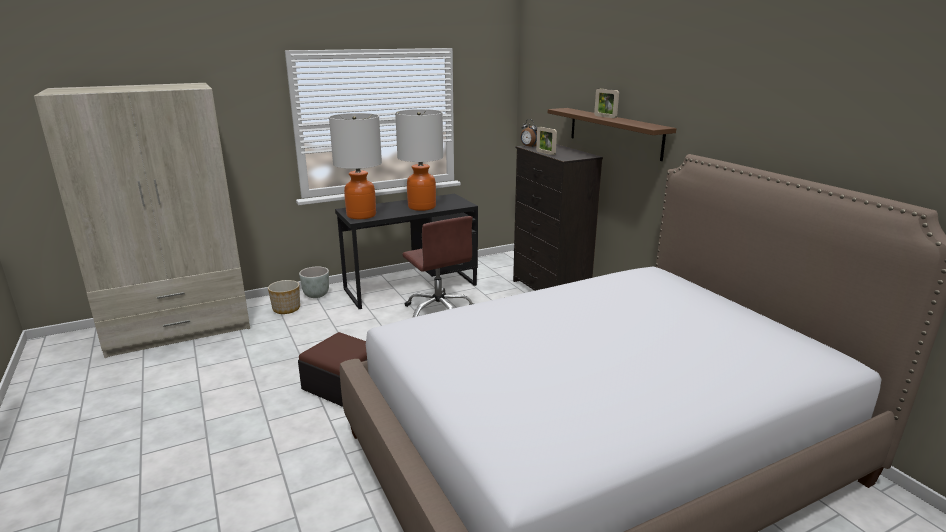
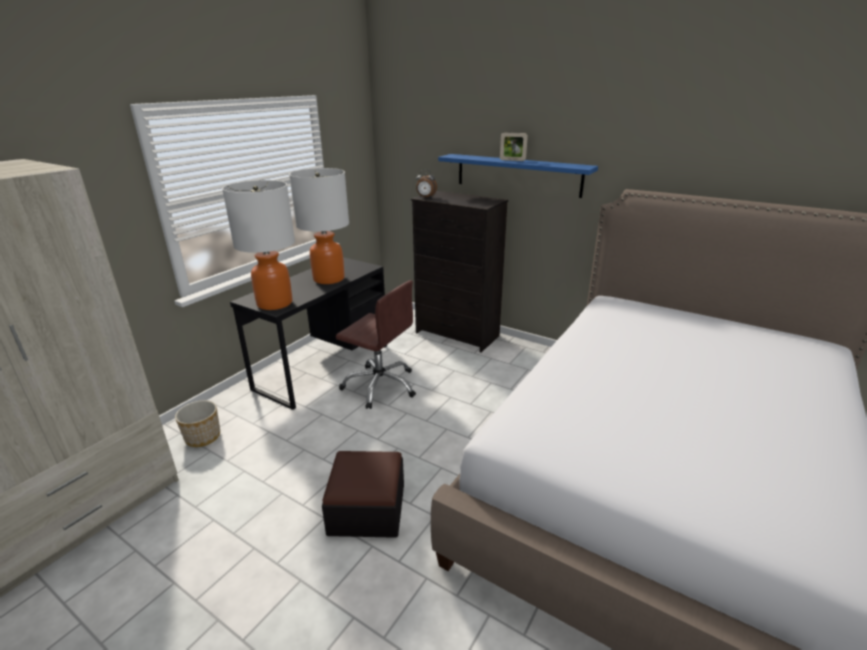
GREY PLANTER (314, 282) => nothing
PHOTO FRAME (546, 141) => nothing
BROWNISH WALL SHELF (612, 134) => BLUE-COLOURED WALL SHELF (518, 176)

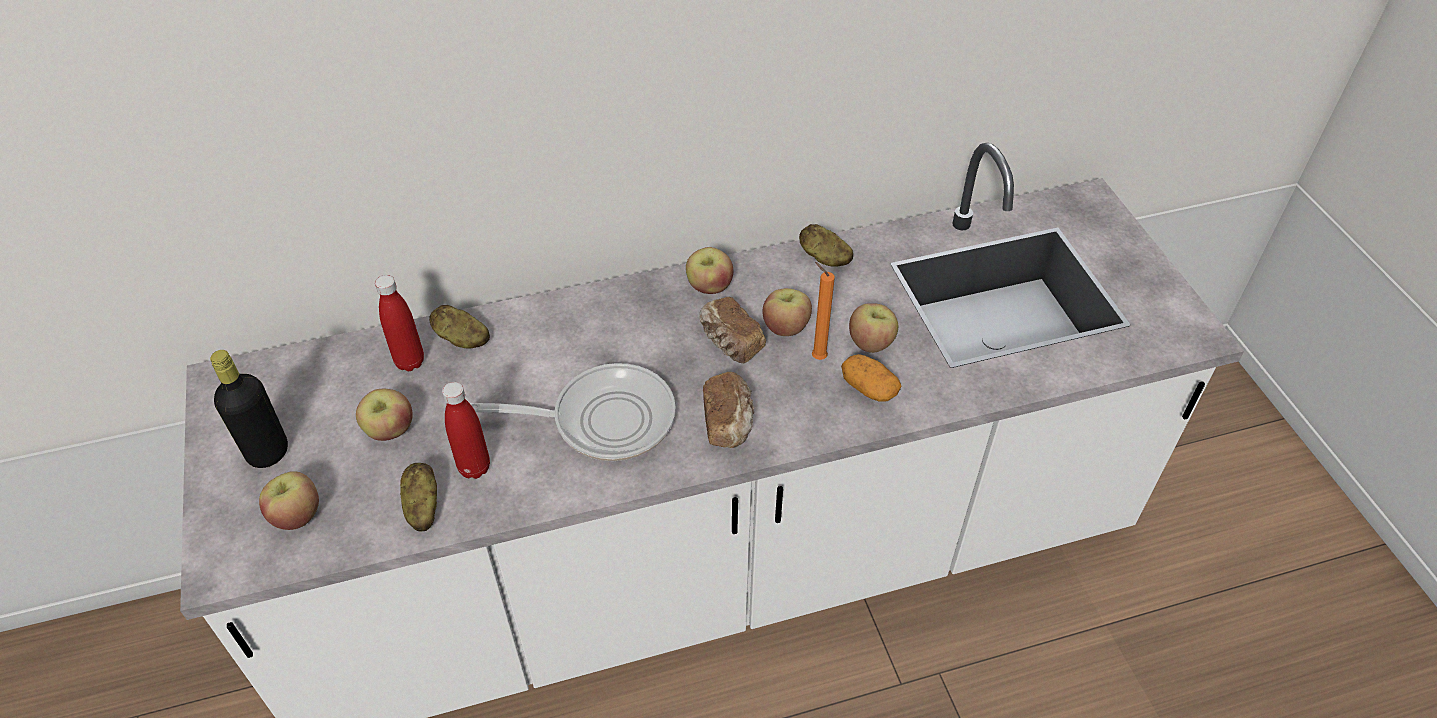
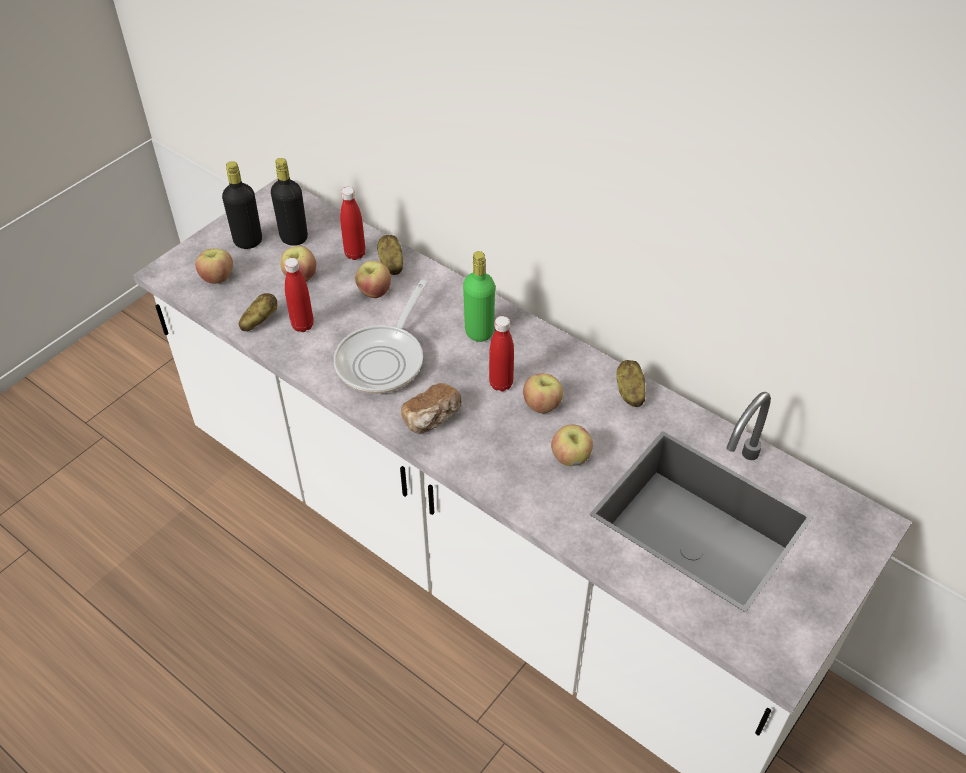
SKILLET (573, 412) => SKILLET (381, 336), 60 degrees clockwise
APPLE (709, 270) => APPLE (373, 279), relocated
BREAD (732, 330) => RED-COLOURED BOTTLE (501, 353)
ORANGE-COLOURED CANDLE (823, 311) => nothing
WHOLE POTATO (871, 378) => nothing
nothing => BLACK-COLOURED BOTTLE (289, 202)
nothing => GREENISH BOTTLE (479, 296)

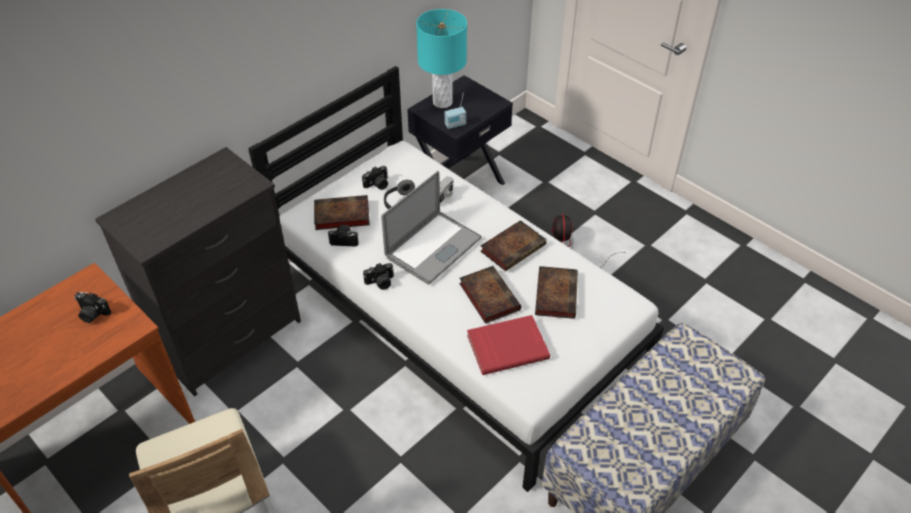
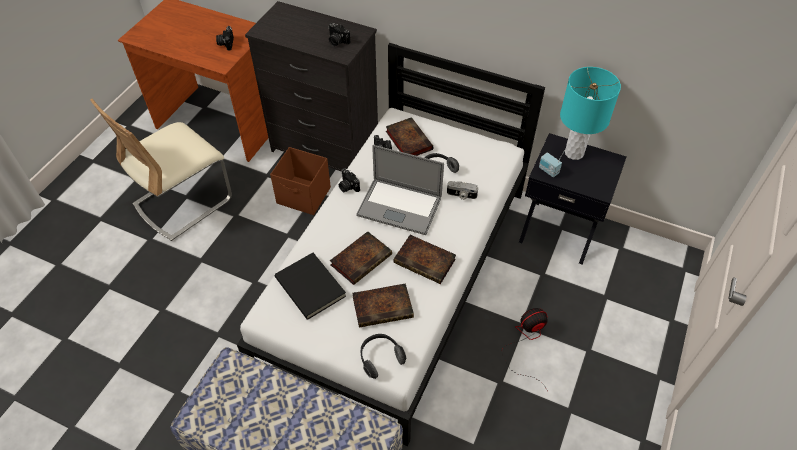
STILL CAMERA (375, 178) => STILL CAMERA (339, 34), relocated
RED-COLOURED VOLUME (508, 345) => BLACK-COLOURED VOLUME (310, 286)
nothing => BROWNISH STORAGE CONTAINER (300, 181)
nothing => PAIR OF HEADPHONES (383, 356)

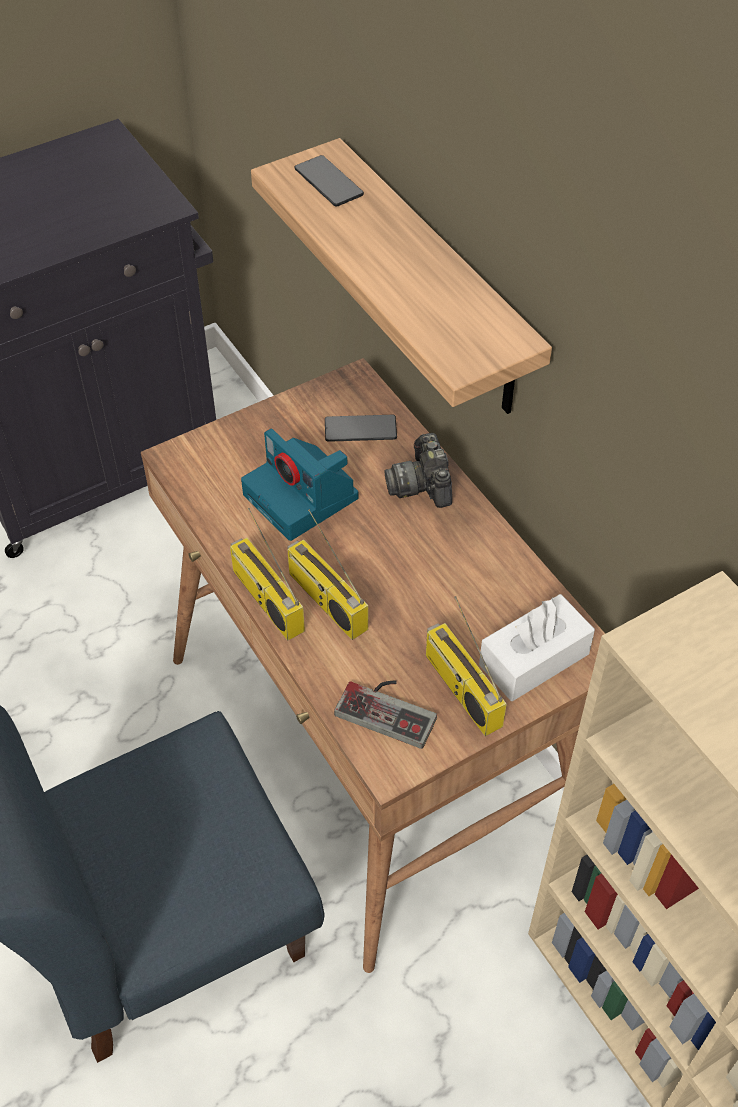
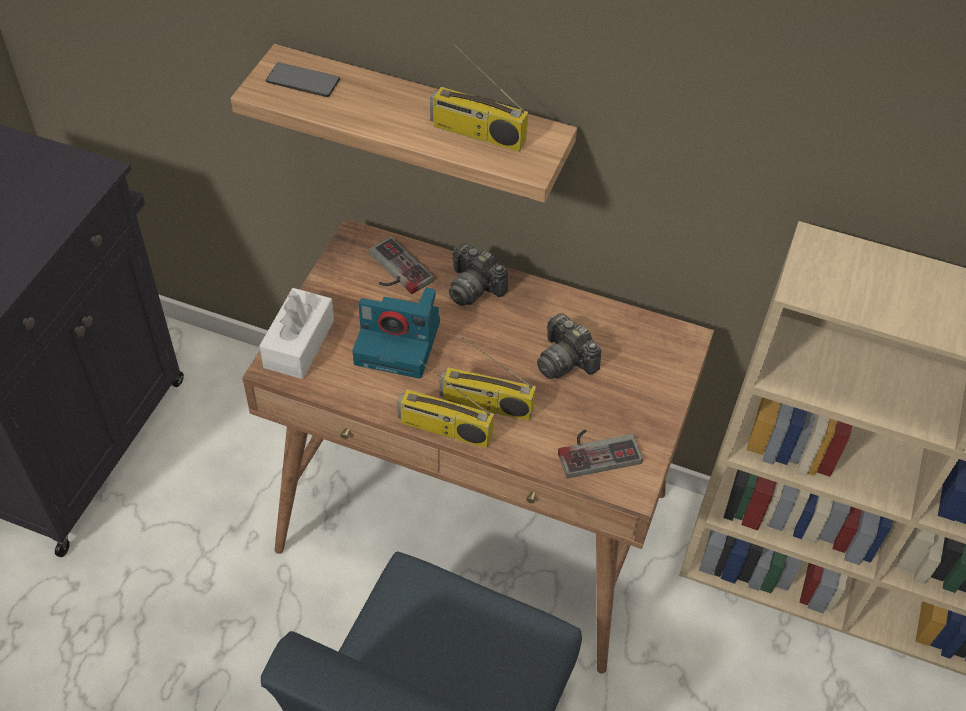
PHONE (361, 428) => GAMEPAD (401, 265)
RADIO SET (466, 666) => RADIO SET (479, 98), relocated
WHITE-COLOURED BOX OF TISSUES (537, 647) => WHITE-COLOURED BOX OF TISSUES (296, 333), relocated
nothing => STILL CAMERA (569, 346)

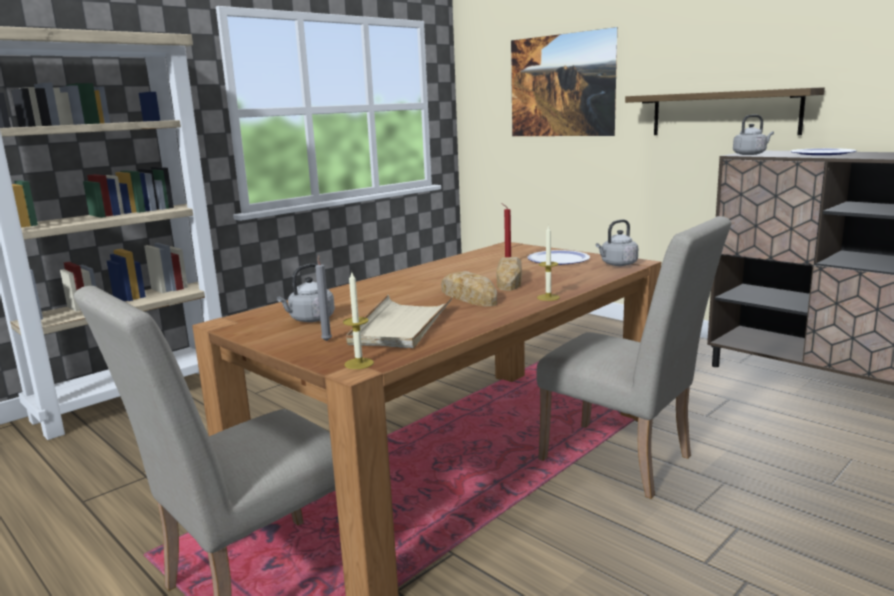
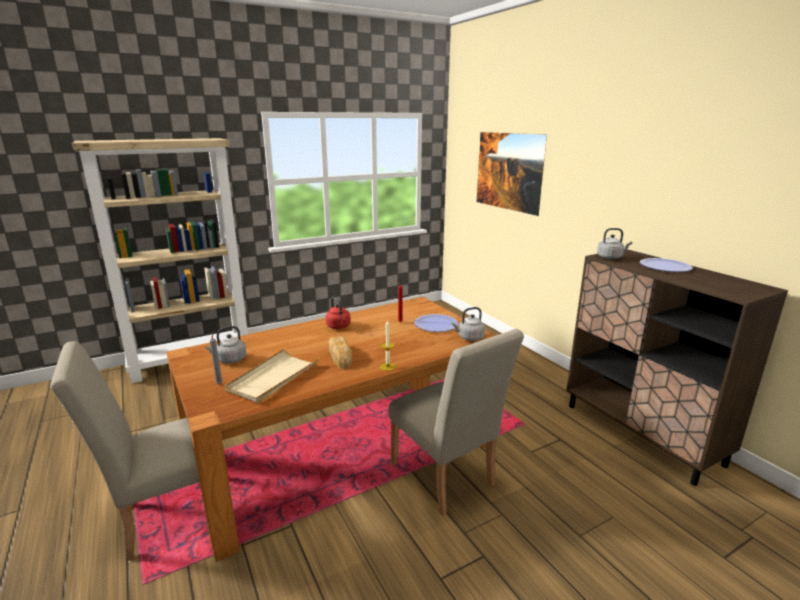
CANDLE (358, 320) => nothing
BREAD (509, 274) => nothing
WALL SHELF (725, 111) => nothing
nothing => RED-COLOURED TEA KETTLE (338, 313)

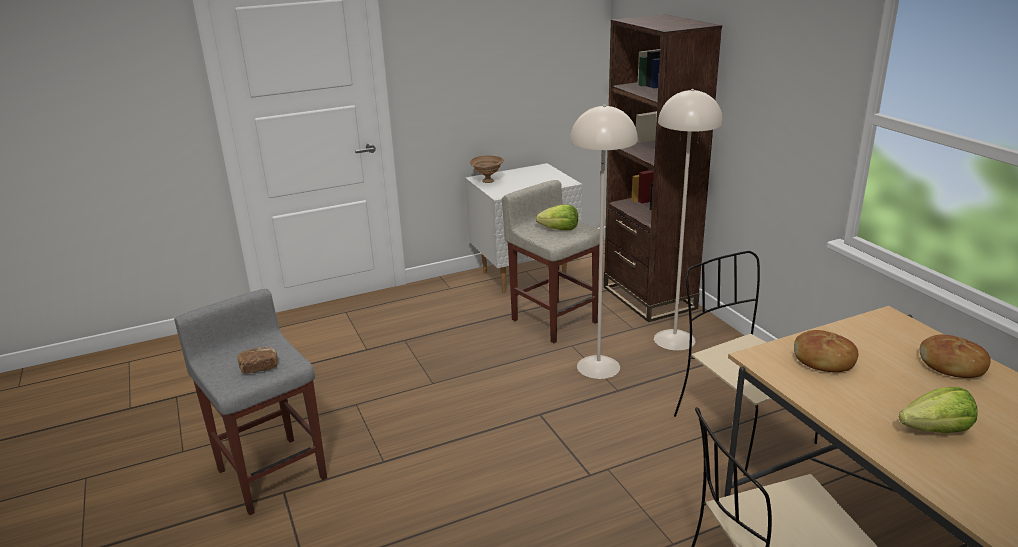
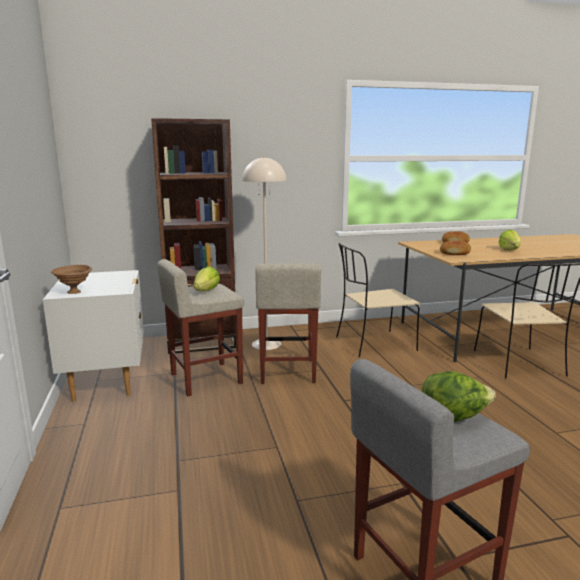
BREAD (258, 360) => LETTUCE (459, 396)
BEIGE-COLOURED FLOOR LAMP (604, 242) => BEIGE-COLOURED STOOL SEAT (288, 323)

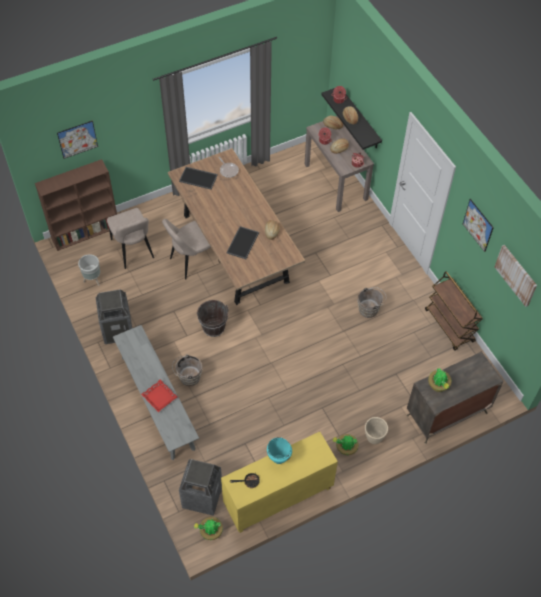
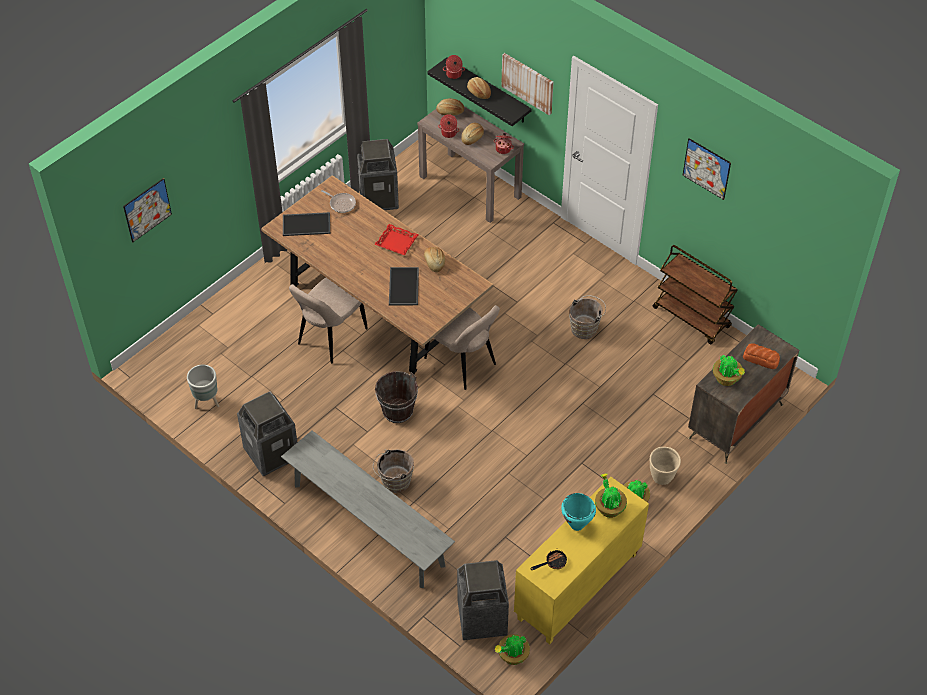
BROWNISH BOOKSHELF (76, 205) => nothing
BEIGE-COLOURED PLAIN CHAIR (130, 238) => BEIGE-COLOURED PLAIN CHAIR (462, 347), relocated
RED-COLOURED CARRYING TRAY (159, 395) => RED-COLOURED CARRYING TRAY (396, 240), relocated
WALL ART (515, 276) => WALL ART (527, 84), relocated
nothing => RUBBISH BIN (378, 174)
nothing => POTTED PLANT (611, 496)
nothing => BREAD (761, 356)

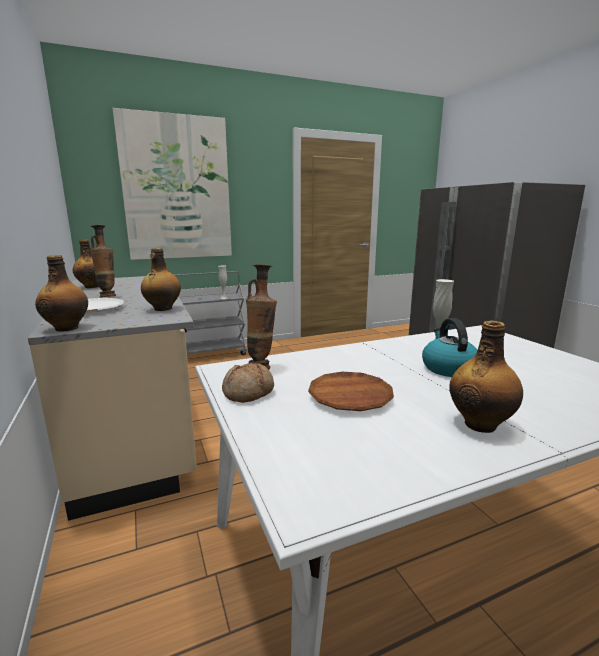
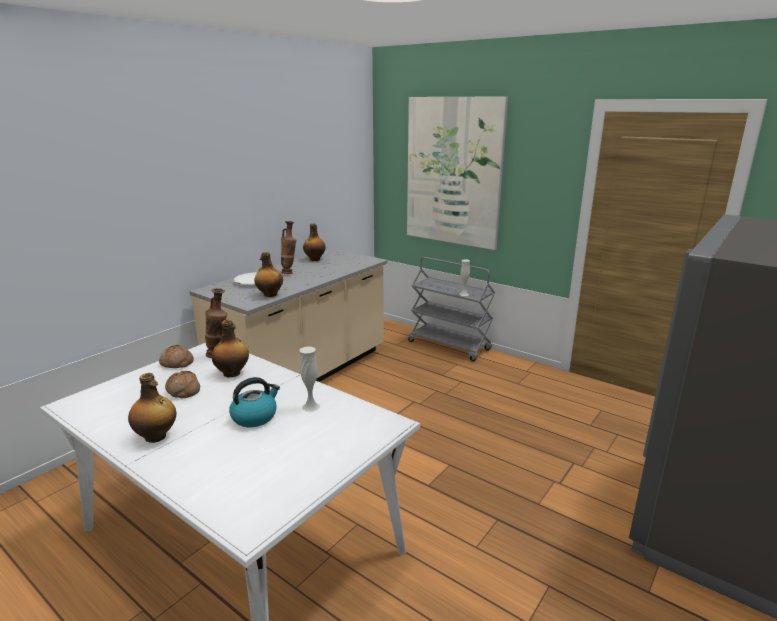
BOTTLE (61, 293) => BOTTLE (230, 349), relocated
BROWNISH FLAT DISH (351, 391) => BREAD (182, 384)

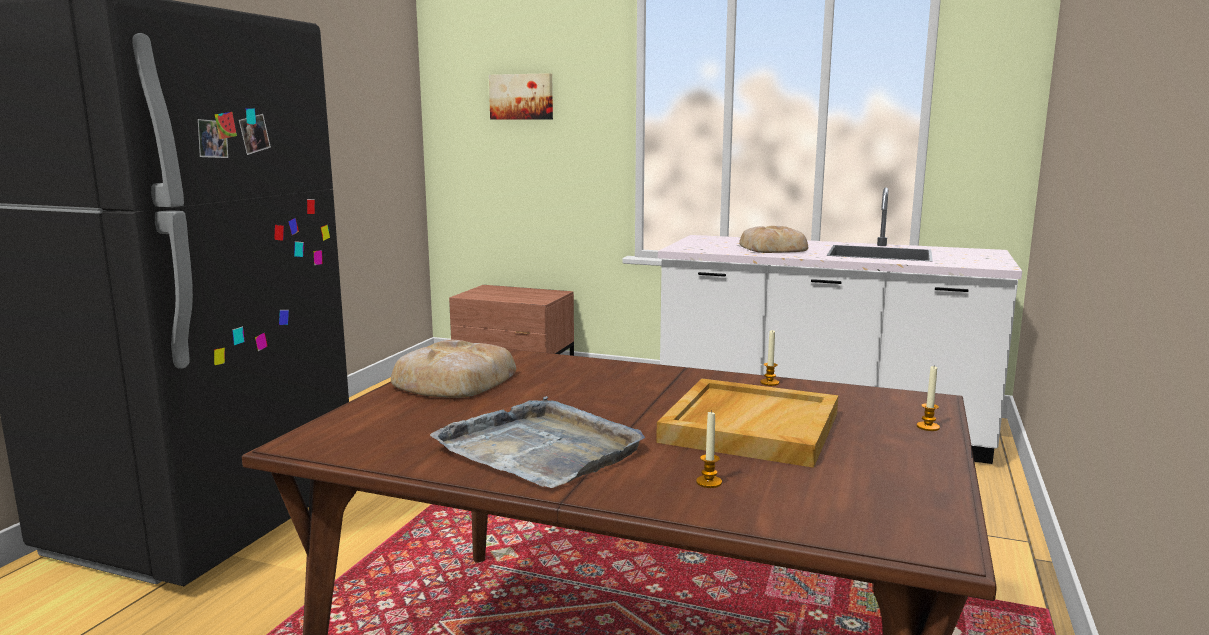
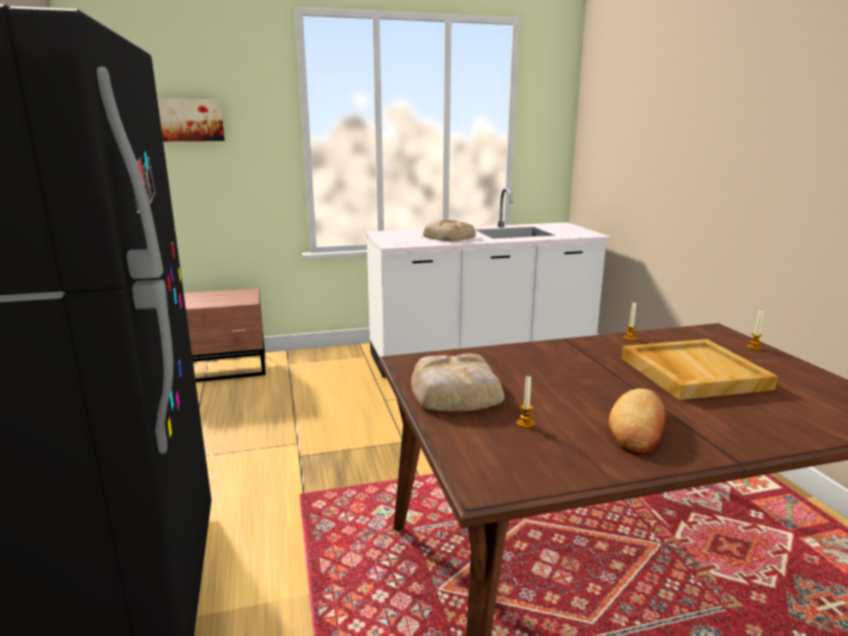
GREY CARRYING TRAY (537, 442) => BREAD (637, 422)
CANDLE (709, 449) => CANDLE (526, 401), relocated

